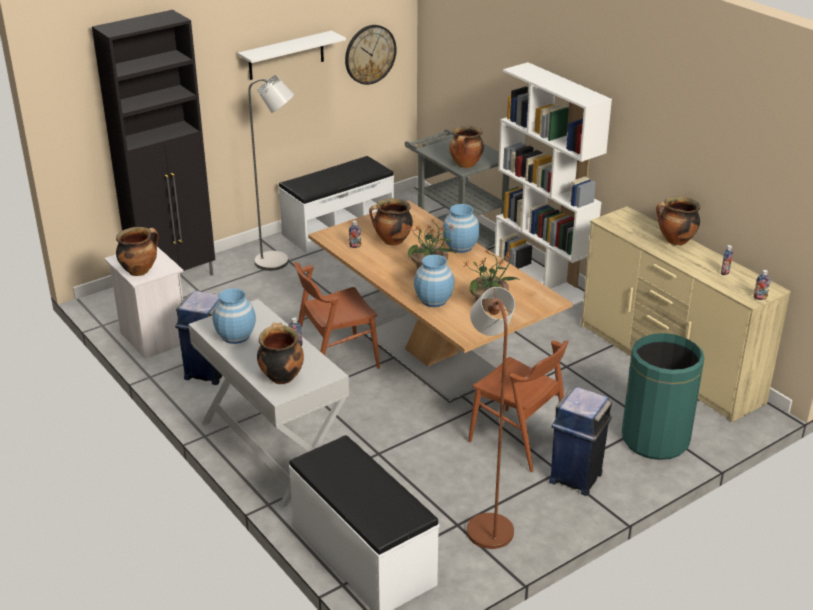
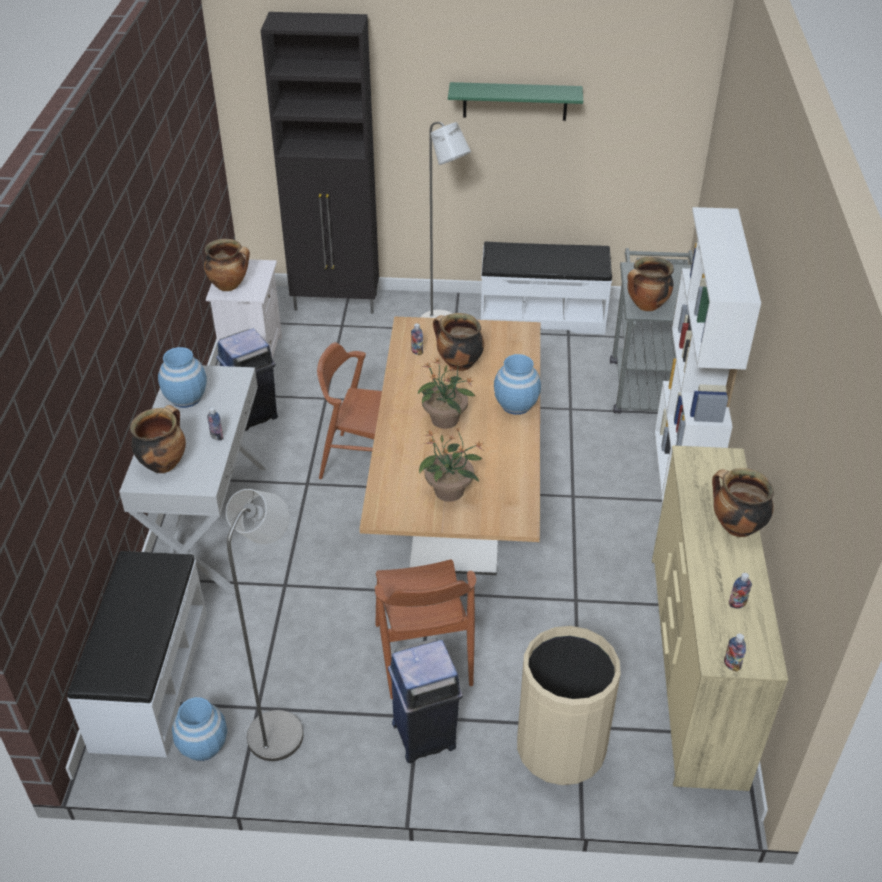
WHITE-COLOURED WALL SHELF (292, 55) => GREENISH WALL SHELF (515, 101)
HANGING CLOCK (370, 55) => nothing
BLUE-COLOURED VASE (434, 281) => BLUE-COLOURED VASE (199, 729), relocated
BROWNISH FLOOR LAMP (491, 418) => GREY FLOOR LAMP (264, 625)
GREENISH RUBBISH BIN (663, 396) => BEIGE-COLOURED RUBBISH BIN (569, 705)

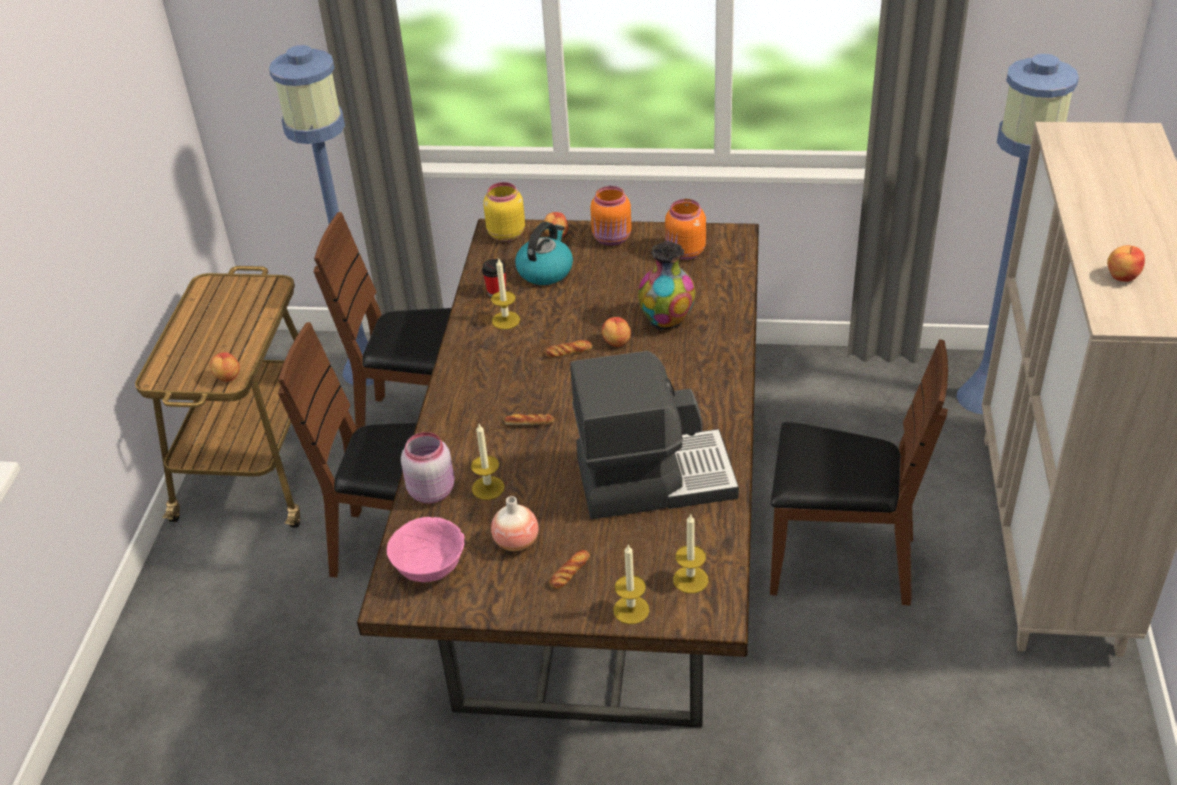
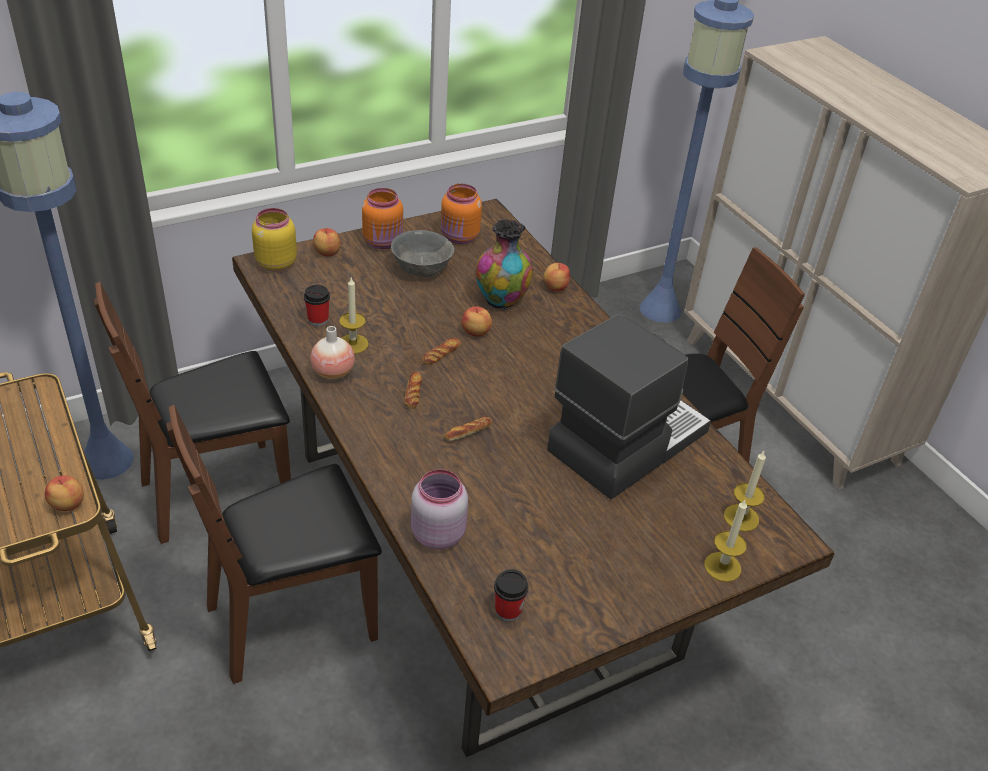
PINK DEEP DISH (426, 549) => SMALL CUP (511, 595)
CANDLE (488, 462) => nothing
VASE (515, 523) => VASE (332, 352), relocated
TEA KETTLE (544, 253) => nothing
BREAD (569, 570) => BREAD (413, 390), relocated
APPLE (1126, 263) => APPLE (556, 277), relocated
nothing => GREY DEEP DISH (423, 253)

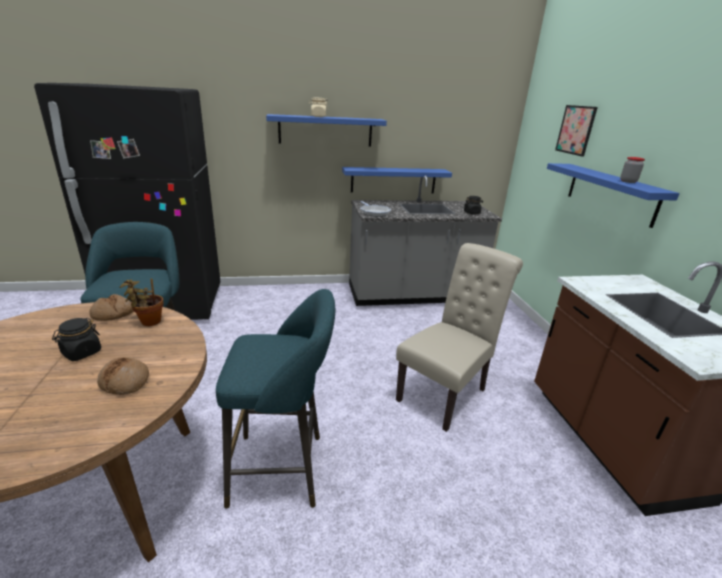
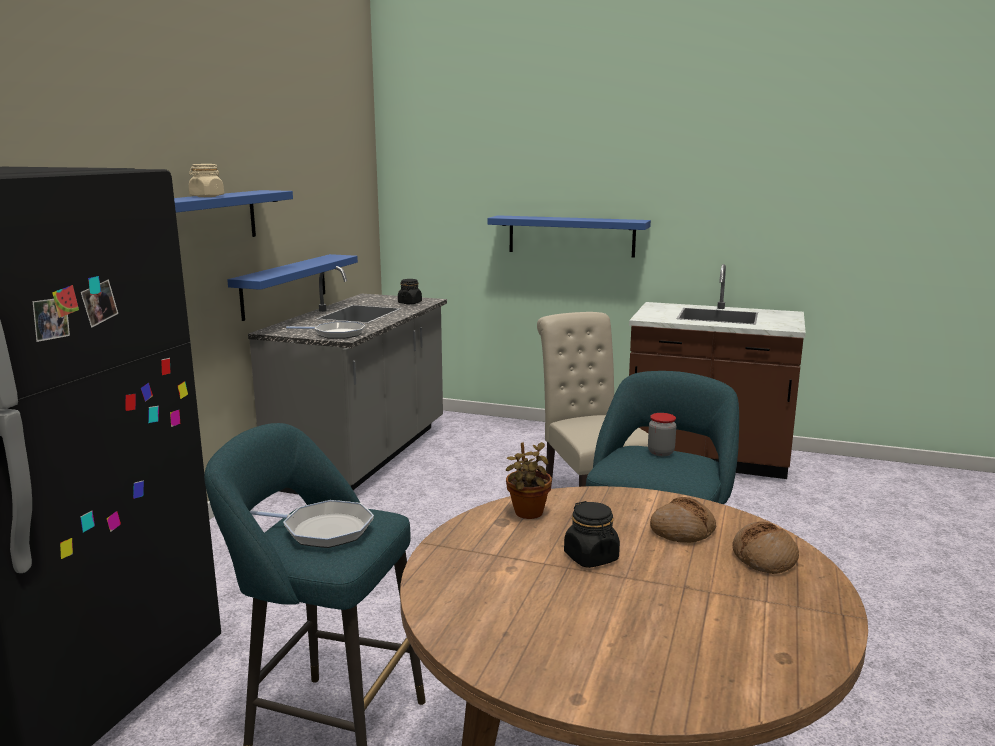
BREAD (111, 307) => BREAD (765, 547), relocated
WALL ART (576, 131) => nothing
STORAGE JAR (632, 170) => STORAGE JAR (662, 434), relocated
nothing => SKILLET (312, 524)

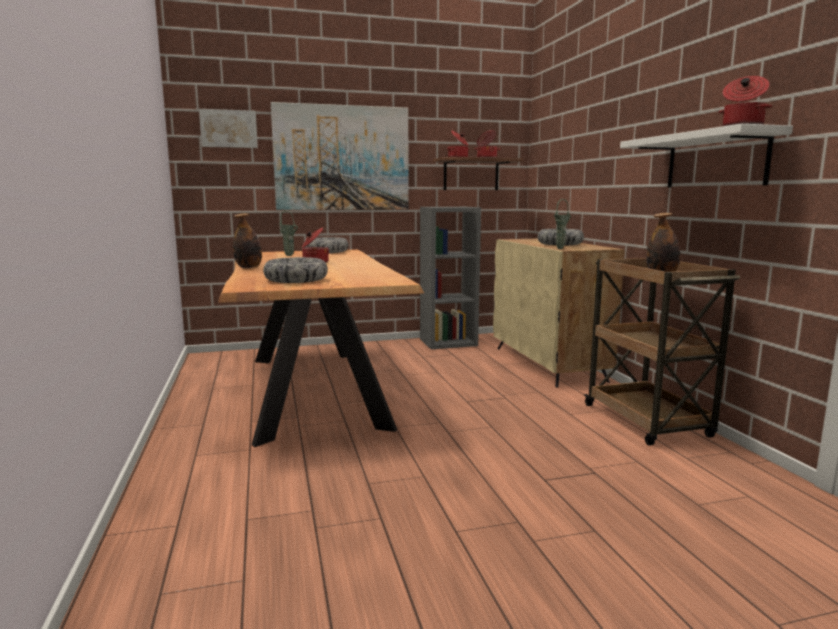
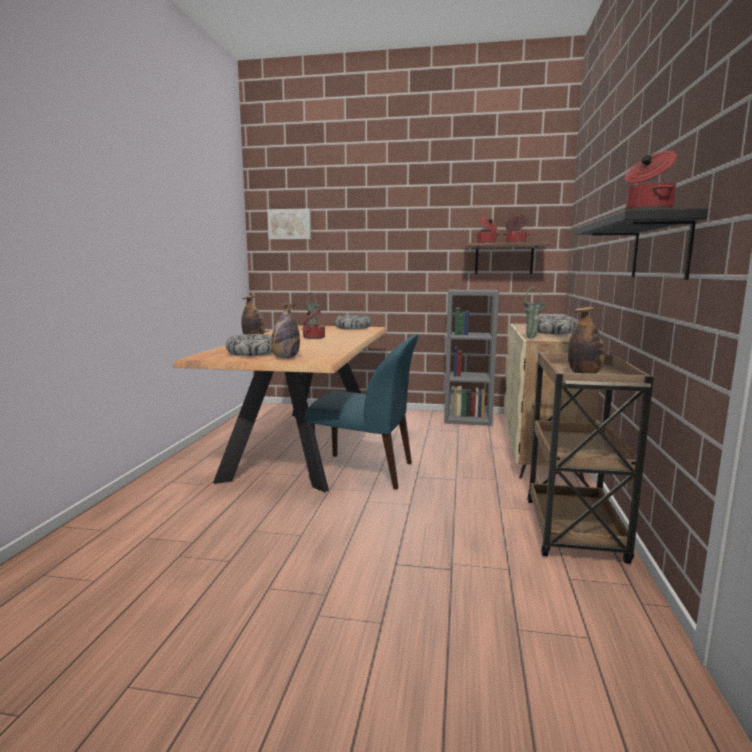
WALL ART (340, 156) => nothing
WHITE-COLOURED WALL SHELF (706, 155) => BLACK-COLOURED WALL SHELF (642, 244)
nothing => BOTTLE (285, 331)
nothing => BLUE-COLOURED PLAIN CHAIR (361, 412)

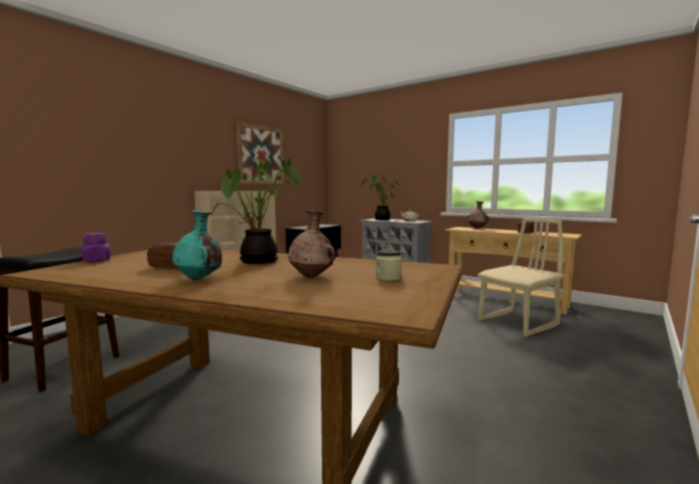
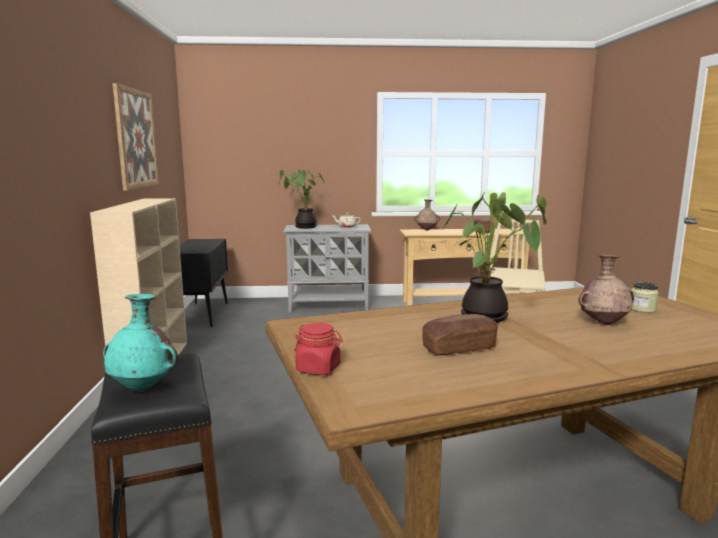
PURPLISH STORAGE JAR (96, 247) => RED-COLOURED STORAGE JAR (318, 349)
TURQUOISE VASE (197, 245) => TURQUOISE VASE (140, 343), relocated

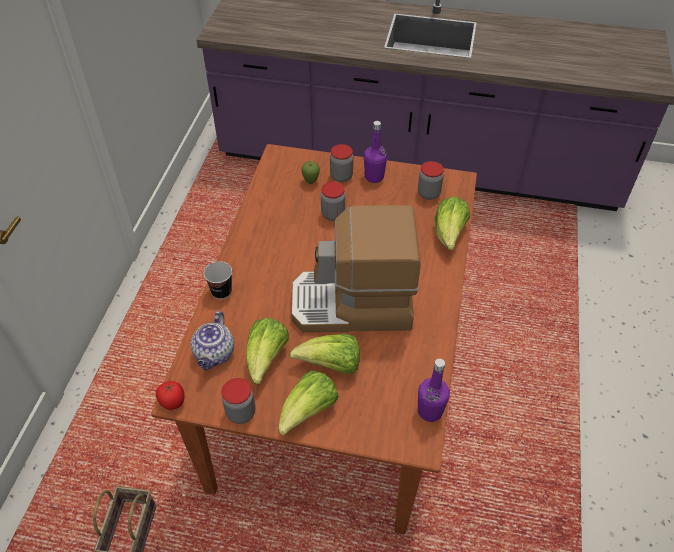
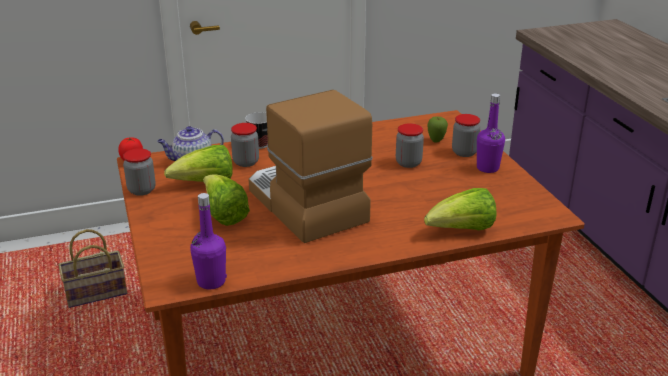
LETTUCE (308, 403) => nothing
STORAGE JAR (431, 180) => STORAGE JAR (245, 145), relocated

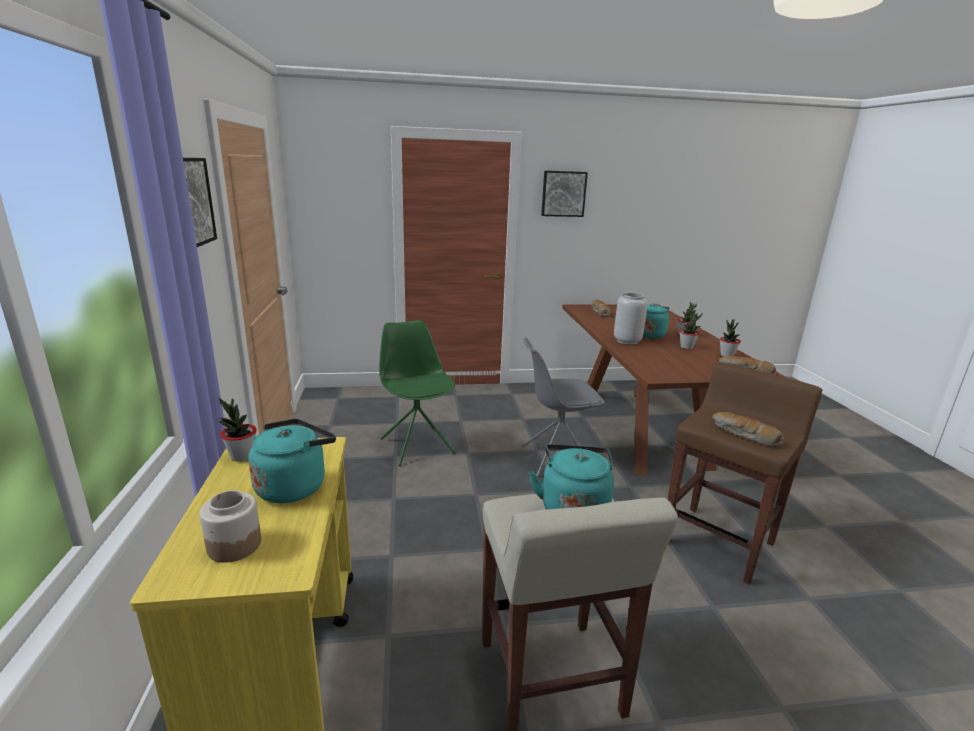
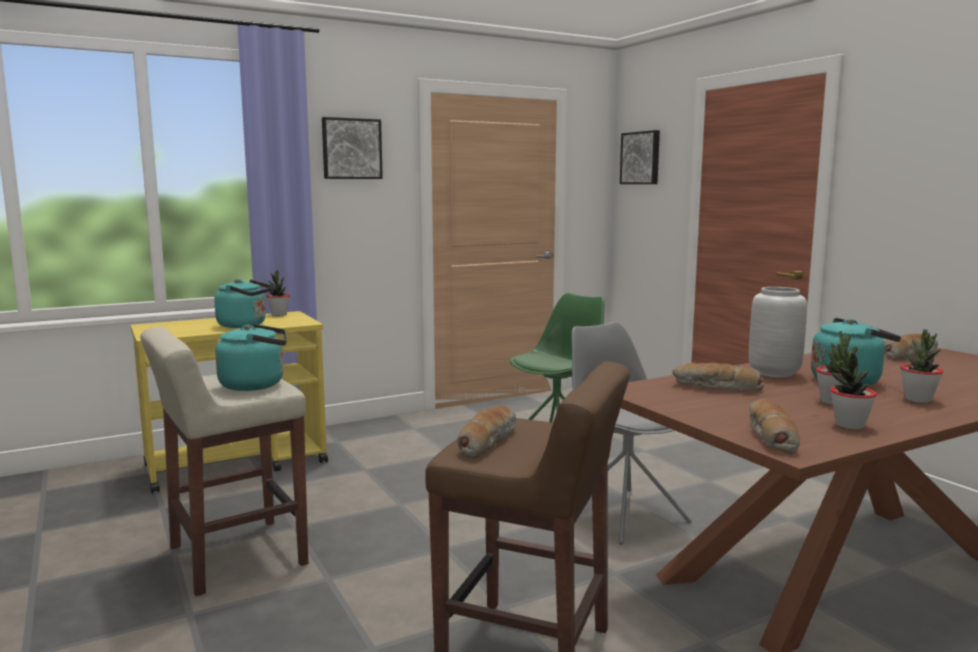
STORAGE JAR (230, 526) => nothing
WALL ART (564, 194) => WALL ART (640, 157), relocated
nothing => BREAD (718, 377)

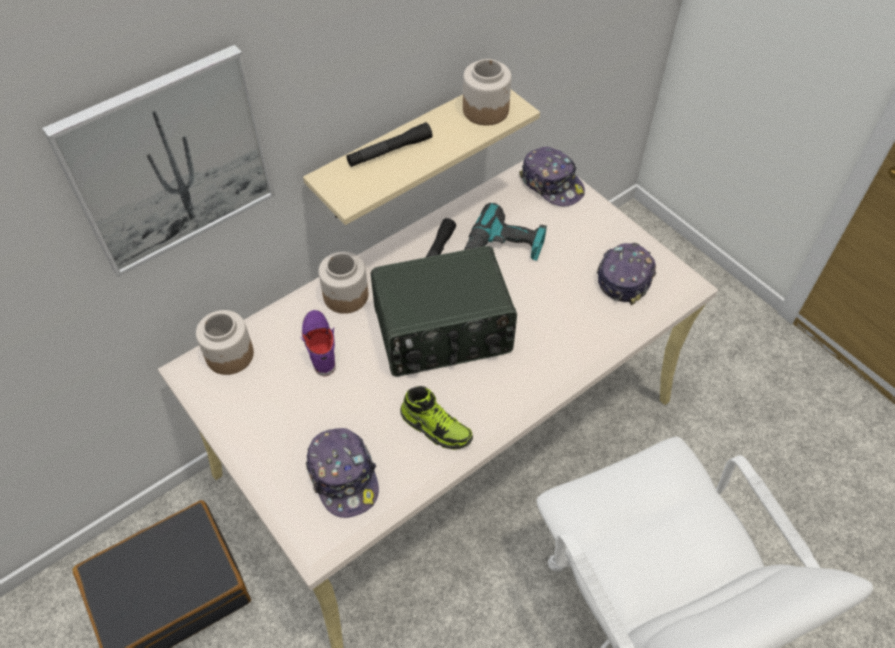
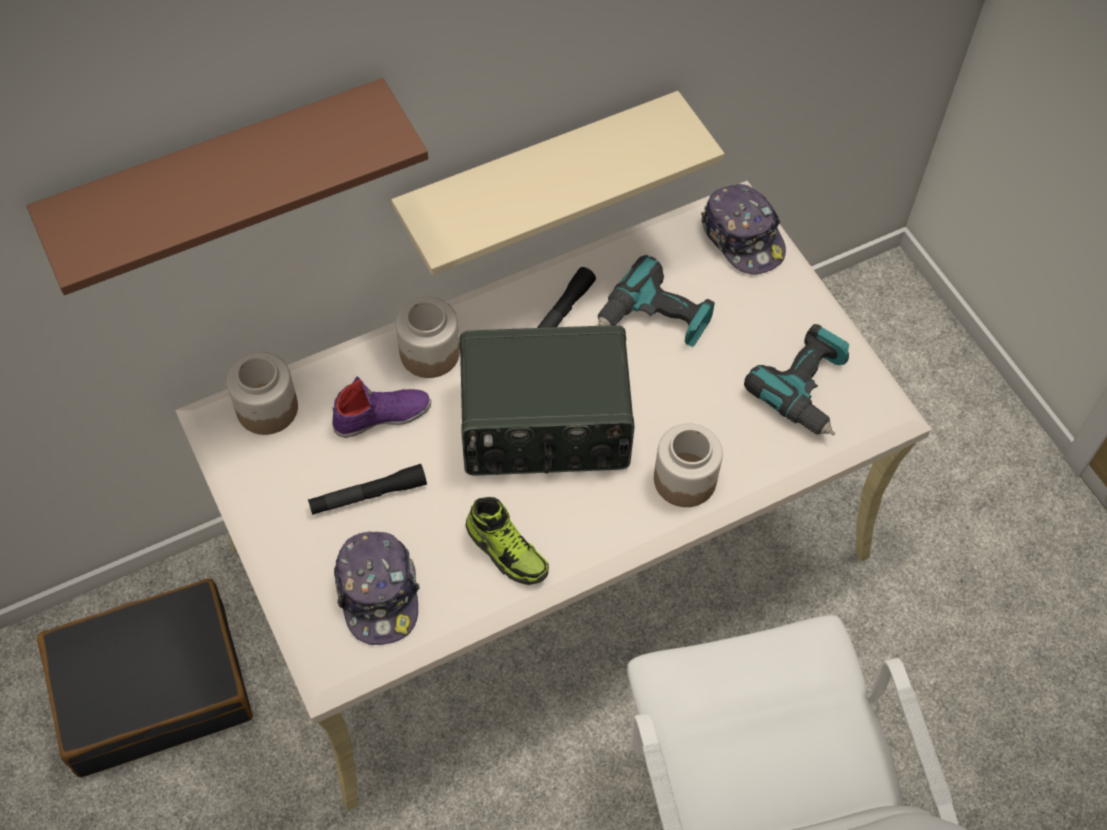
WALL ART (158, 161) => BROWNISH WALL SHELF (227, 186)
PURPLISH SHOE (317, 343) => PURPLISH SHOE (381, 407), 75 degrees clockwise
BLACK-COLOURED FLASHLIGHT (389, 144) => BLACK-COLOURED FLASHLIGHT (367, 489), relocated
STORAGE JAR (487, 92) => STORAGE JAR (688, 465), relocated
CAP (626, 274) => DRILL (796, 379)

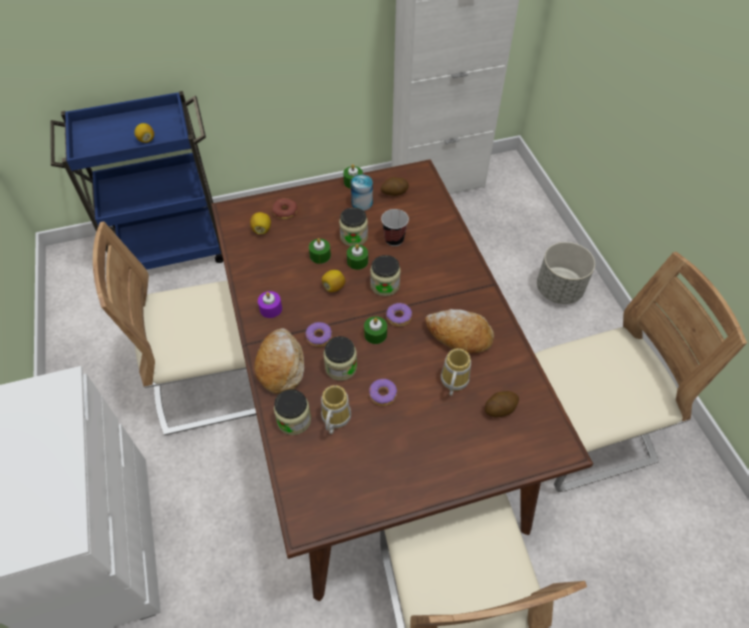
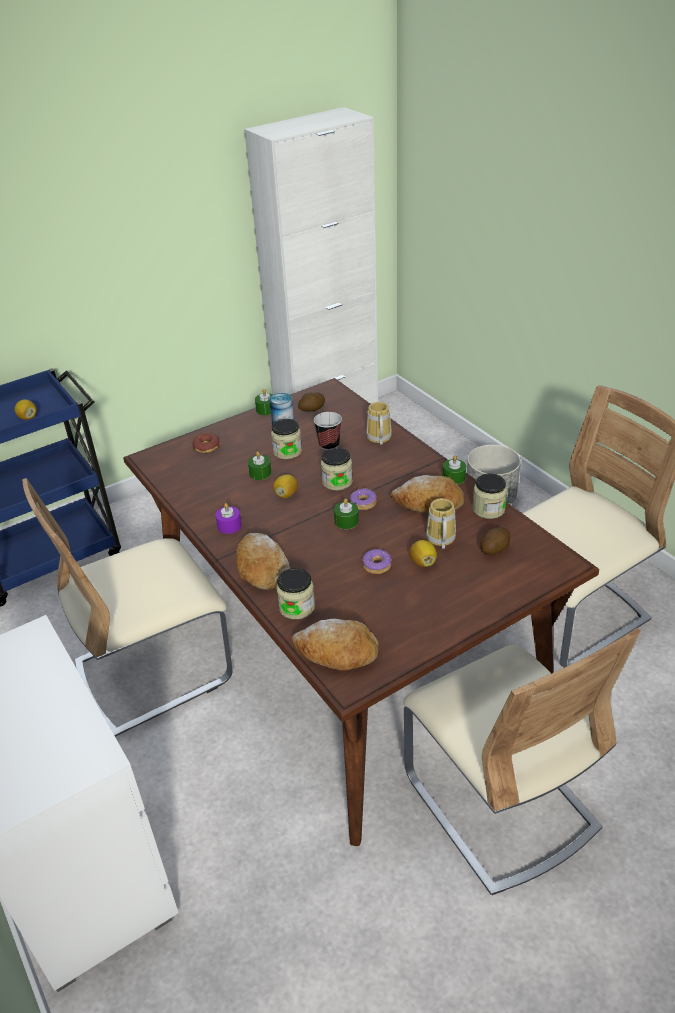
CITRUS FRUIT (260, 223) => CITRUS FRUIT (423, 553), relocated
RING DOUGHNUT (319, 334) => nothing
MUG (336, 409) => MUG (379, 423), relocated
STORAGE JAR (340, 358) => STORAGE JAR (489, 496), relocated
GREENISH CANDLE (357, 257) => GREENISH CANDLE (454, 470), relocated
nothing => BREAD (335, 645)

